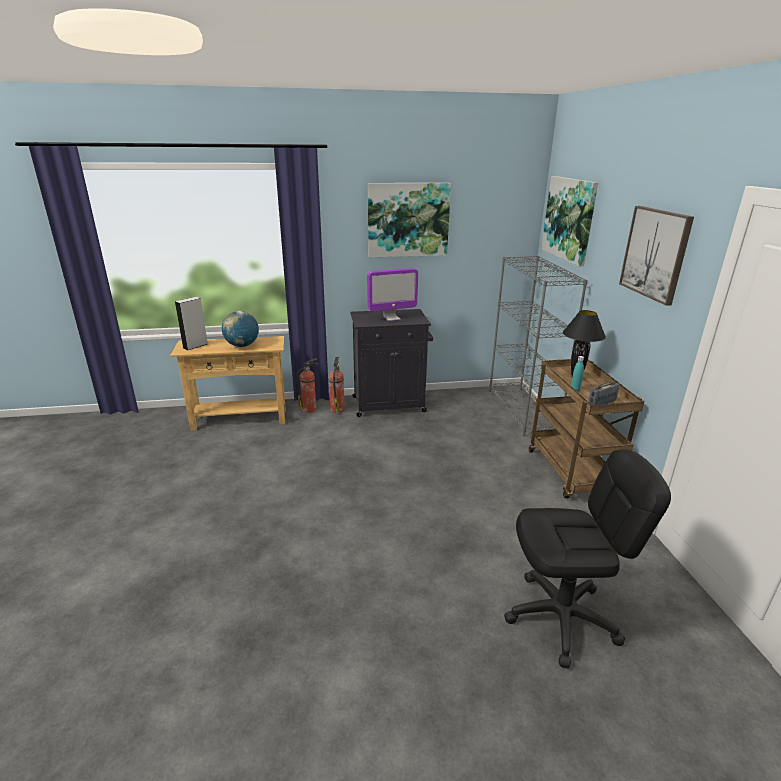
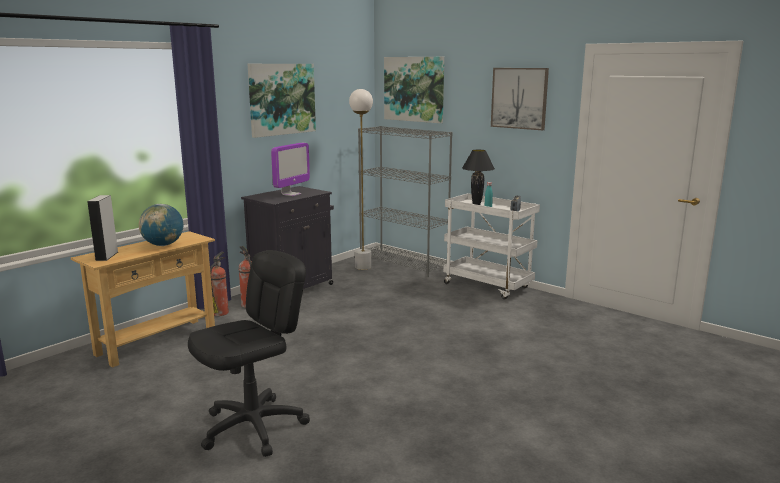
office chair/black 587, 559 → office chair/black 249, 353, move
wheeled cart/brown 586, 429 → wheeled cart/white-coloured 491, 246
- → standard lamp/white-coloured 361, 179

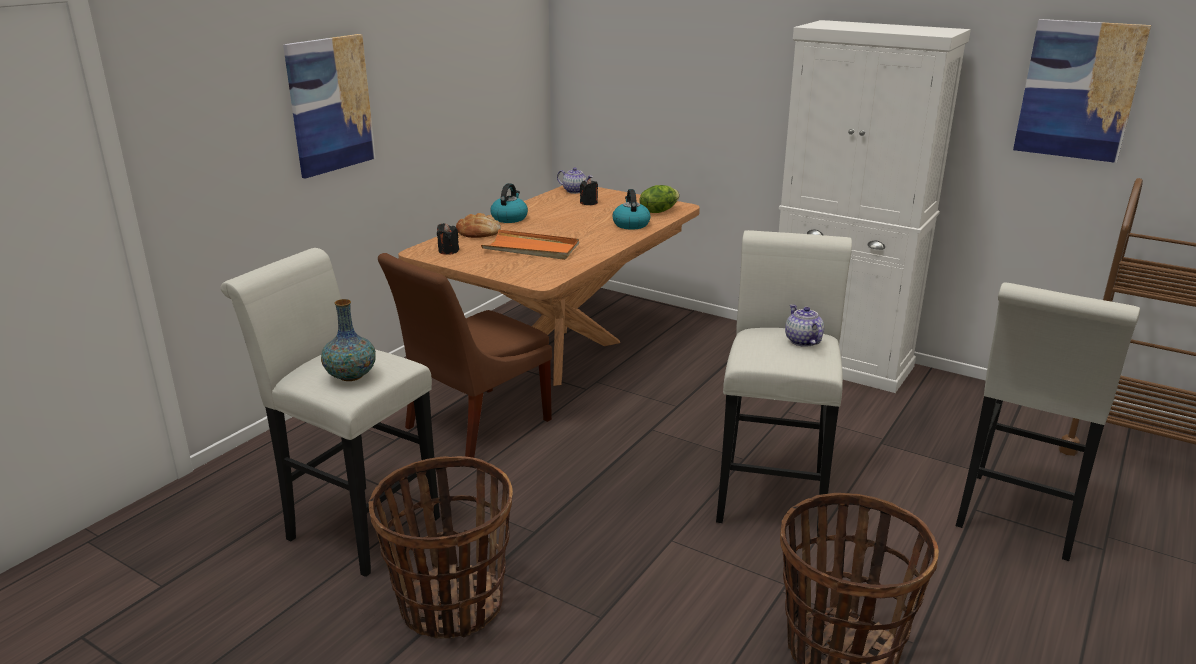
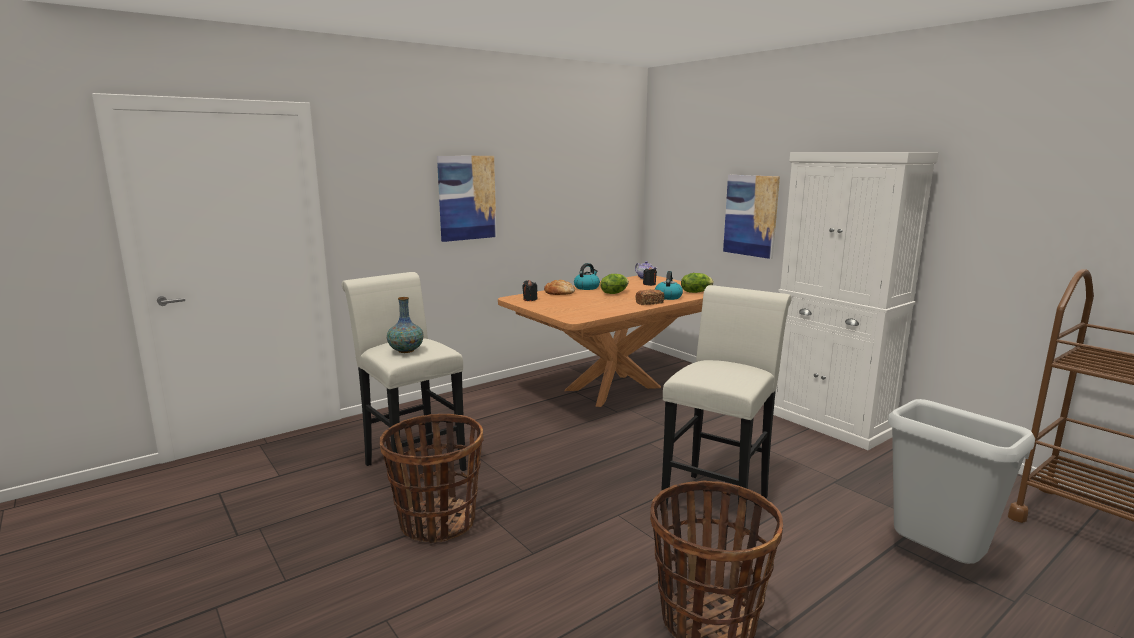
plain chair/brown 465, 355 → -
tray/orangey 530, 244 → -
teapot 804, 326 → -
stool/white-coloured 1048, 422 → waste bin/greyish 961, 481
wall picture 1082, 91 → wall picture 751, 217, move
- → head of lettuce 614, 284
- → baked bread 649, 297

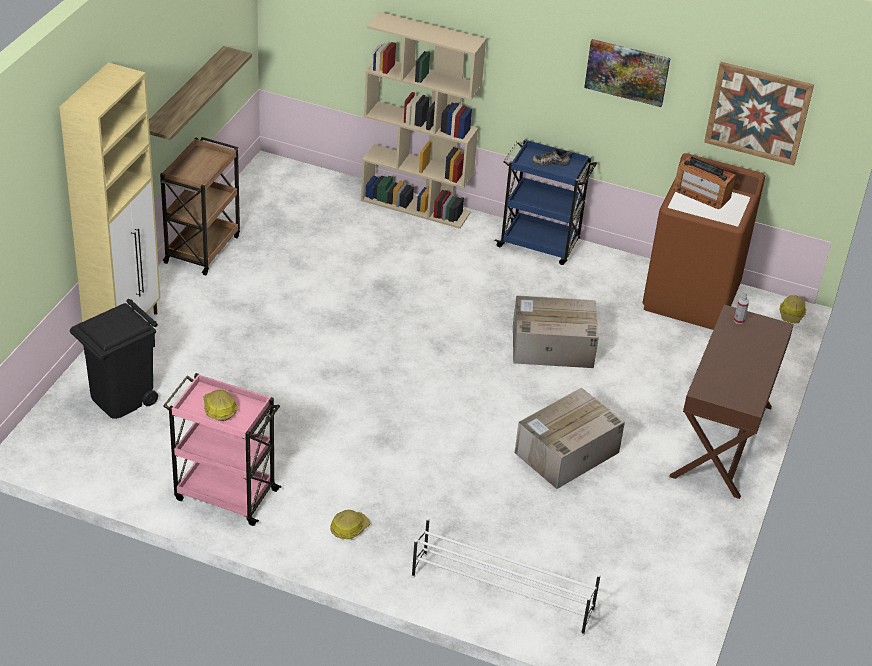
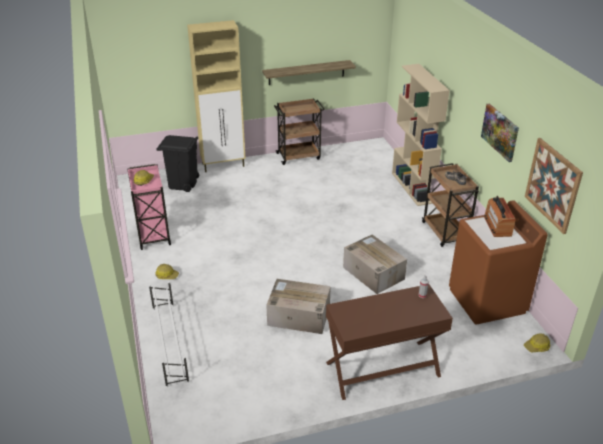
wheeled cart/blue 546, 202 → wheeled cart/brown 450, 205

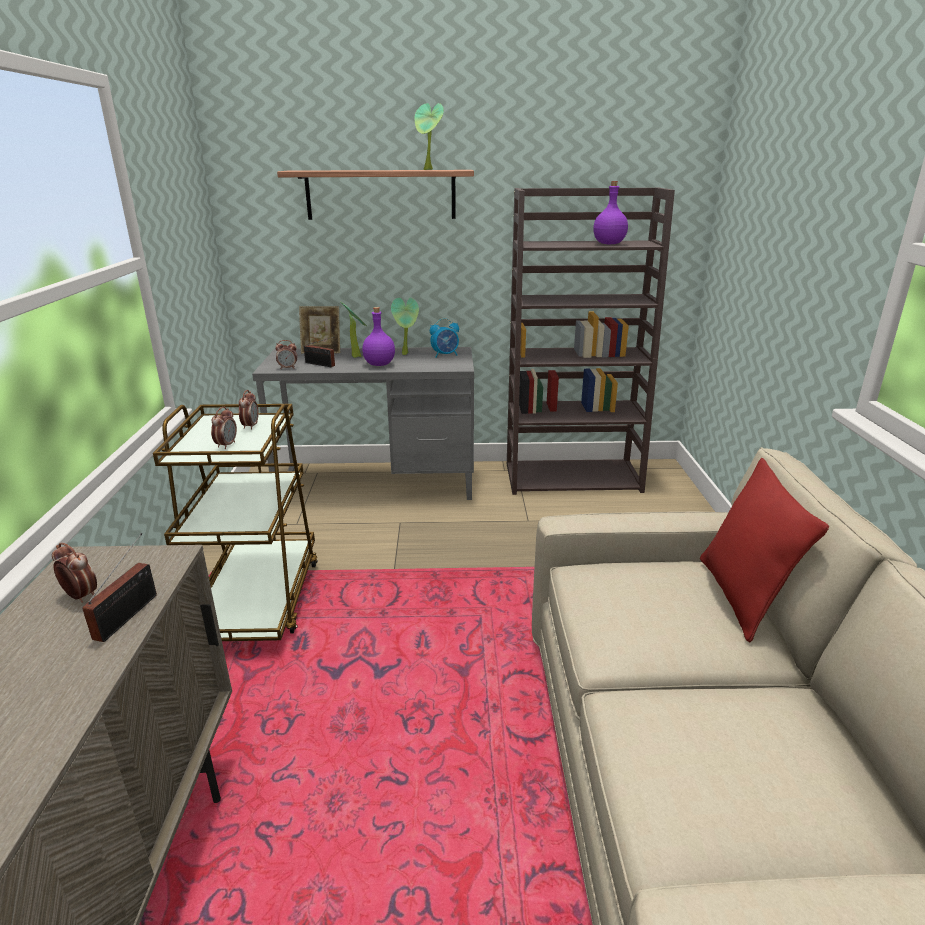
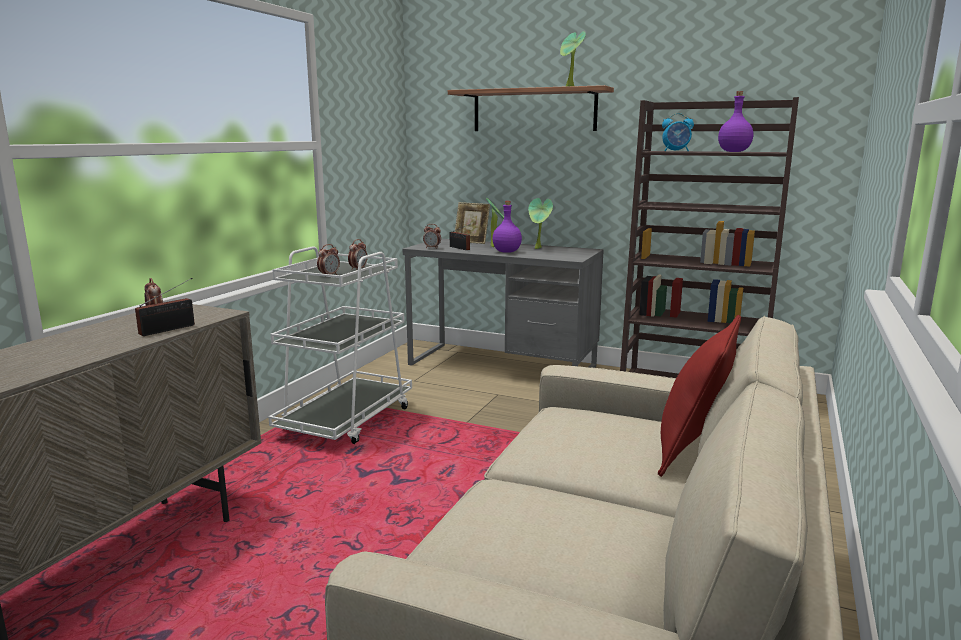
wheeled cart/brown 235, 522 → wheeled cart/white-coloured 340, 345
bedside clock 444, 337 → bedside clock 678, 132, move

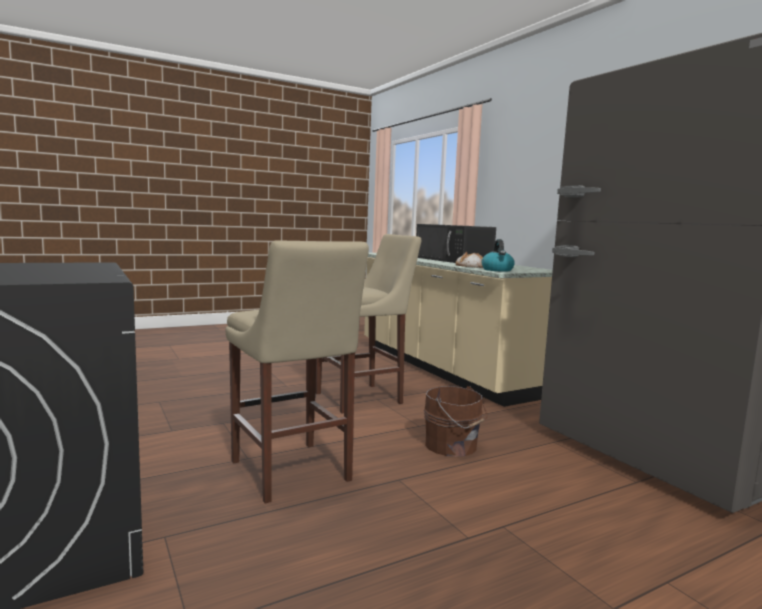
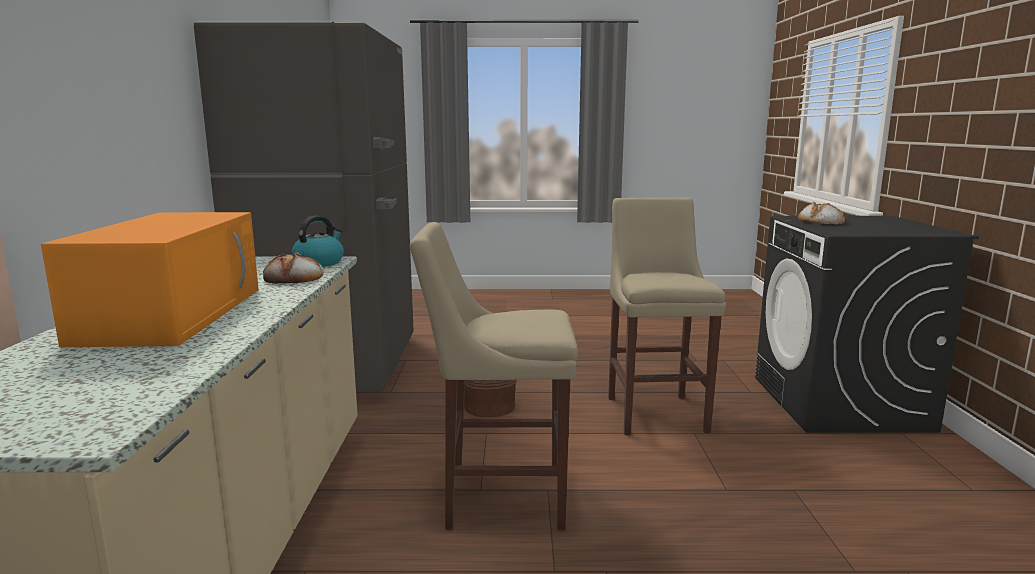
kitchen microwave/black 456, 243 → kitchen microwave/orangey 150, 279
- → baked bread 821, 213

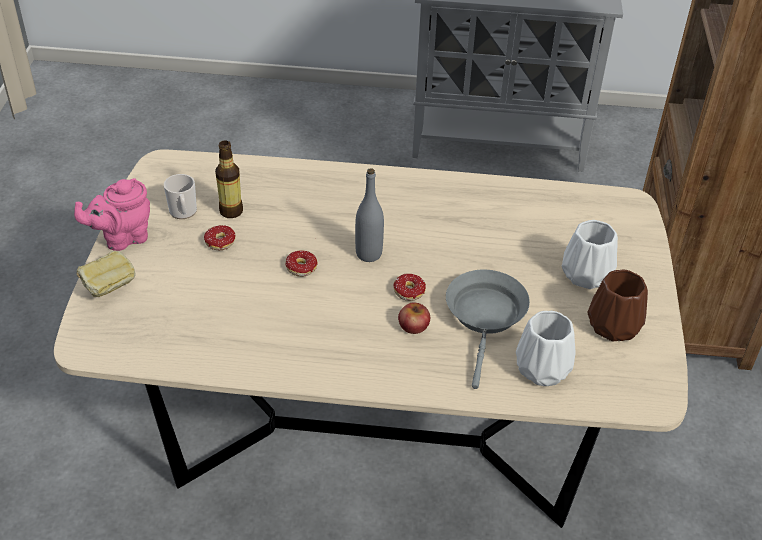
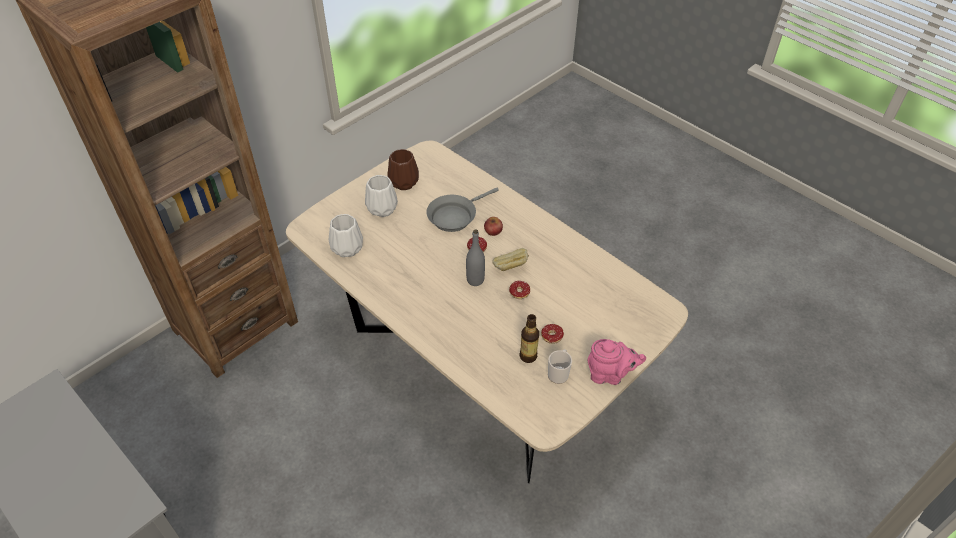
baked bread 106, 274 → baked bread 511, 259, move
decorative vase/white-coloured 546, 348 → decorative vase/white-coloured 346, 235, move

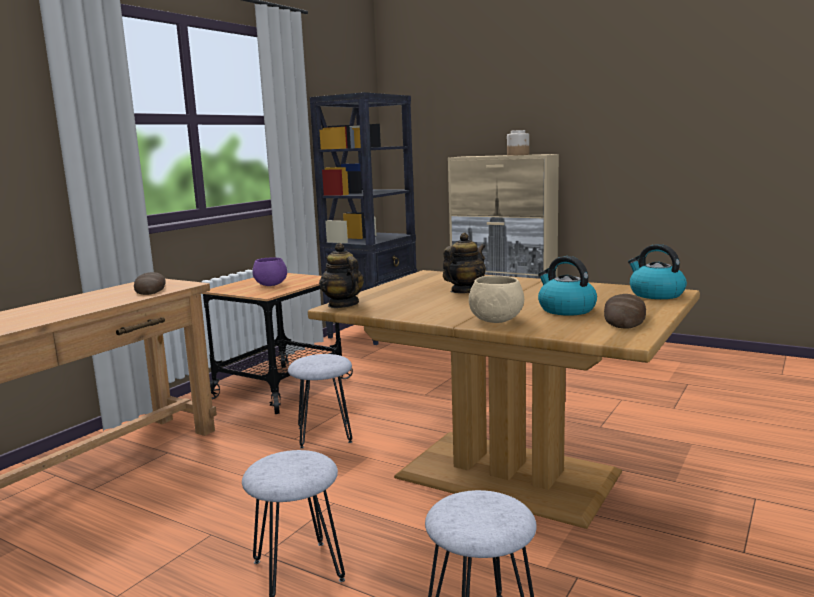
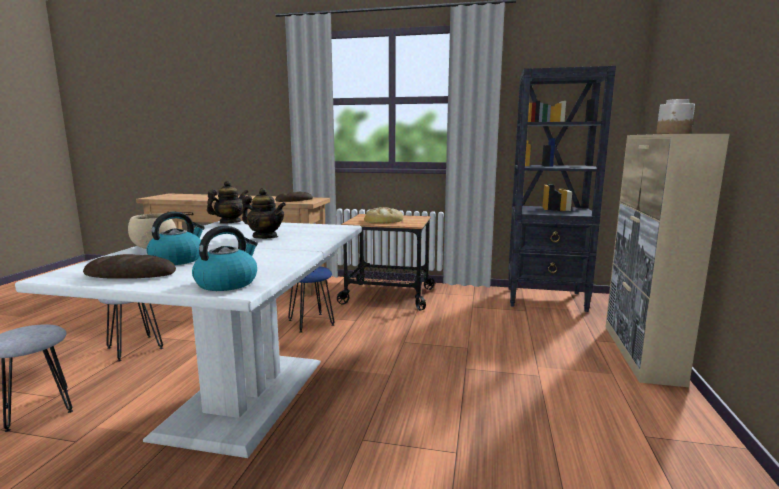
bowl/purple-coloured 270, 271 → baked bread 383, 215
stool/greyish 320, 401 → stool/blue 311, 299
kitchen table/brown 504, 399 → kitchen table/white-coloured 188, 339

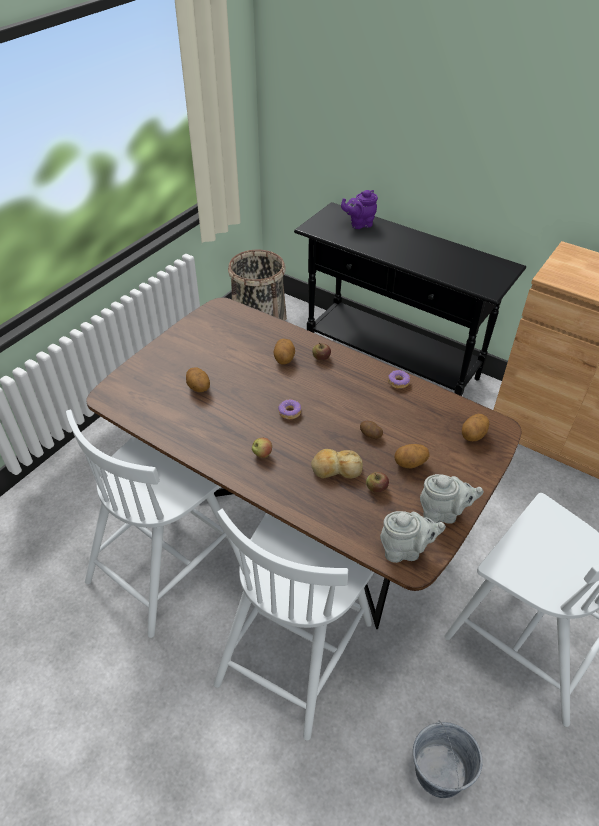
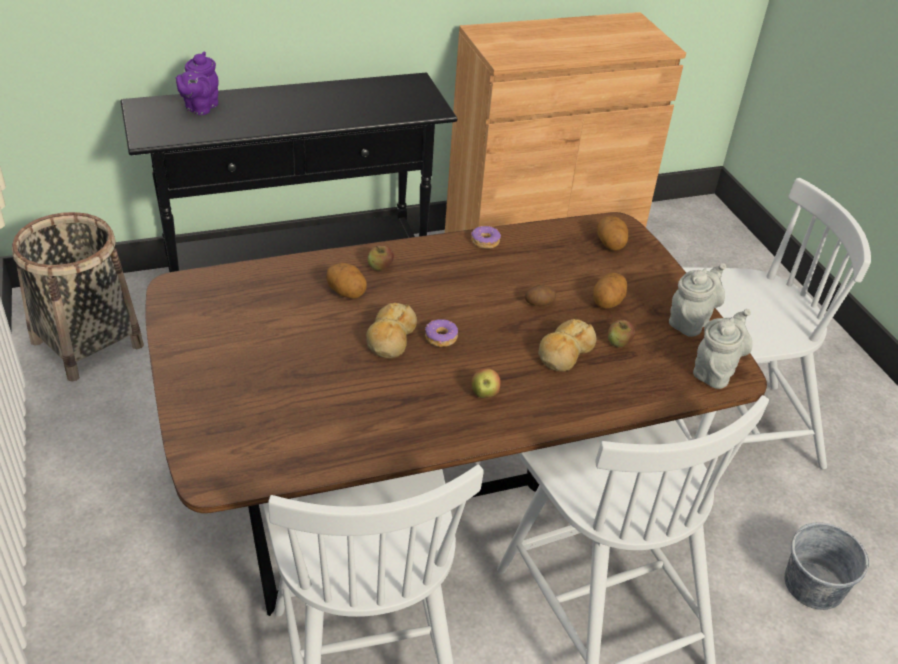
spud 198, 379 → -
- → baked bread 391, 330

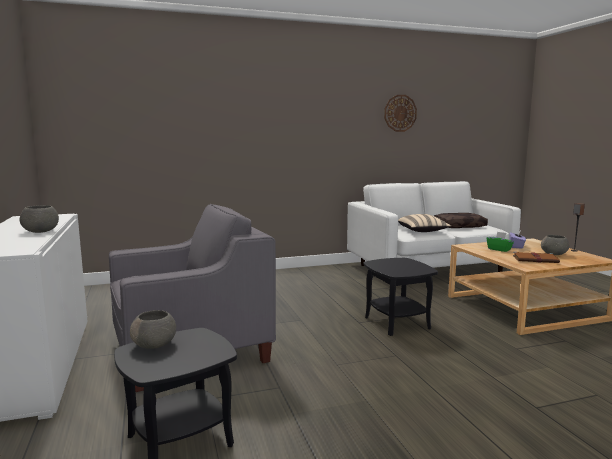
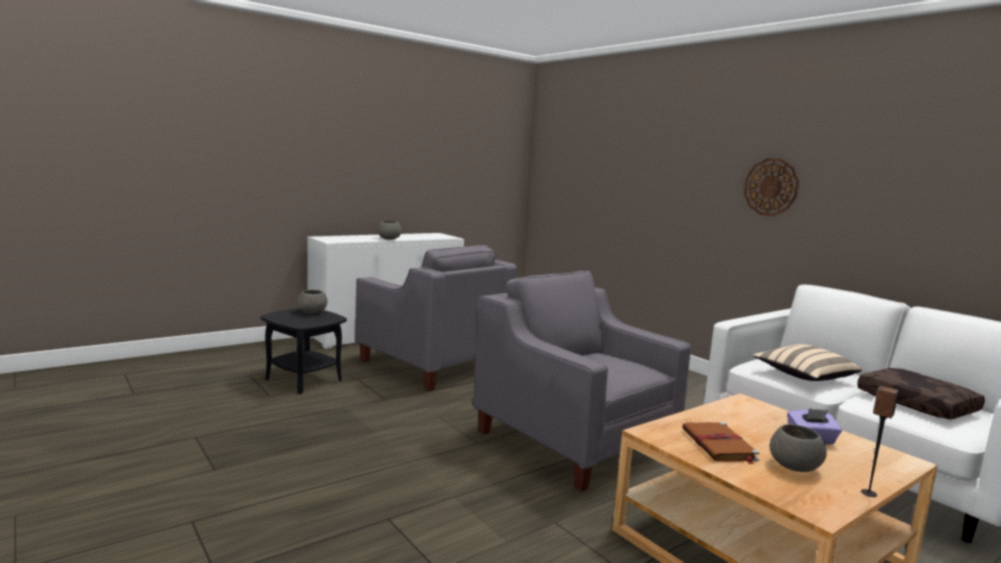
end table/black 401, 297 → easy chair/greyish 582, 381
clock on the wall 400, 113 → clock on the wall 771, 187, move
box of tissues/green 500, 242 → -

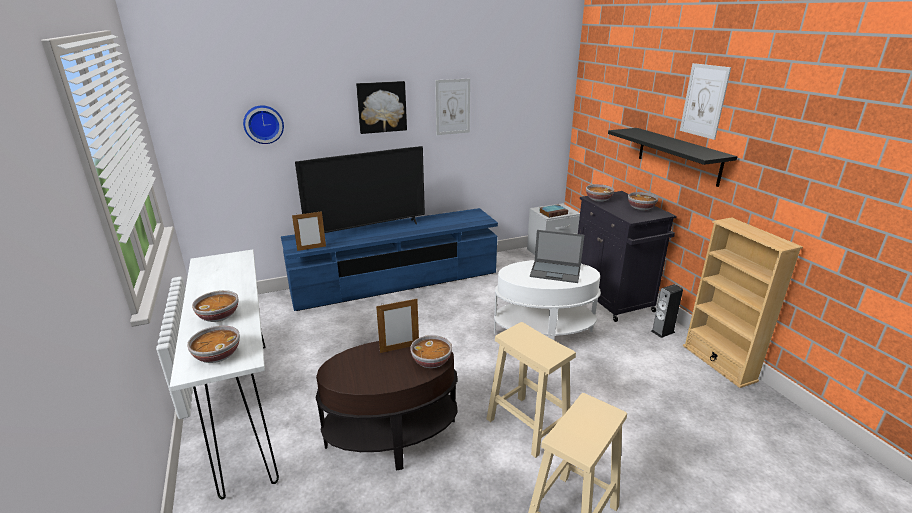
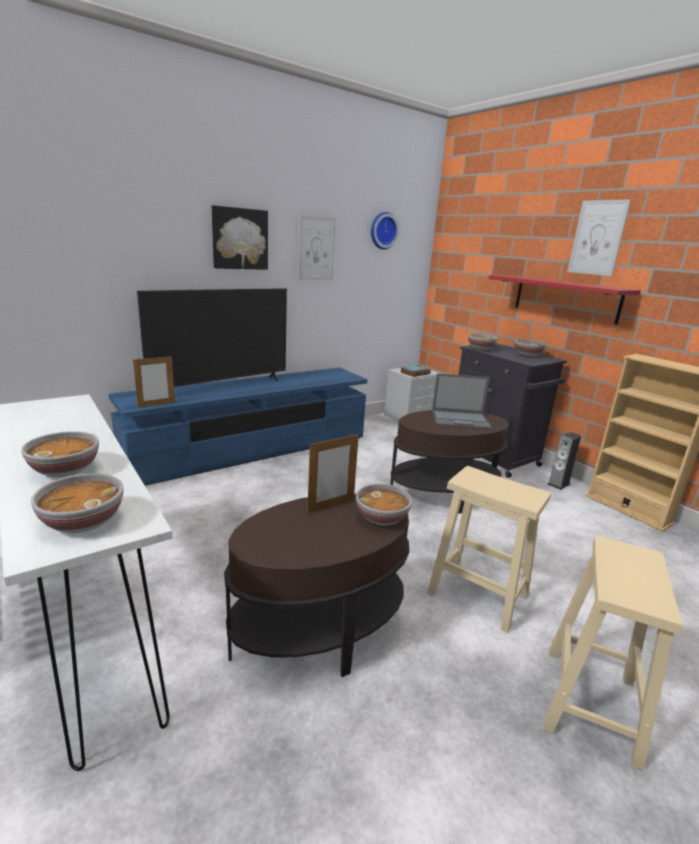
clock on the wall 263, 124 → clock on the wall 385, 231, move
end table/white-coloured 547, 300 → end table/brown 449, 462
bracket shelf/black 672, 157 → bracket shelf/red 565, 300

